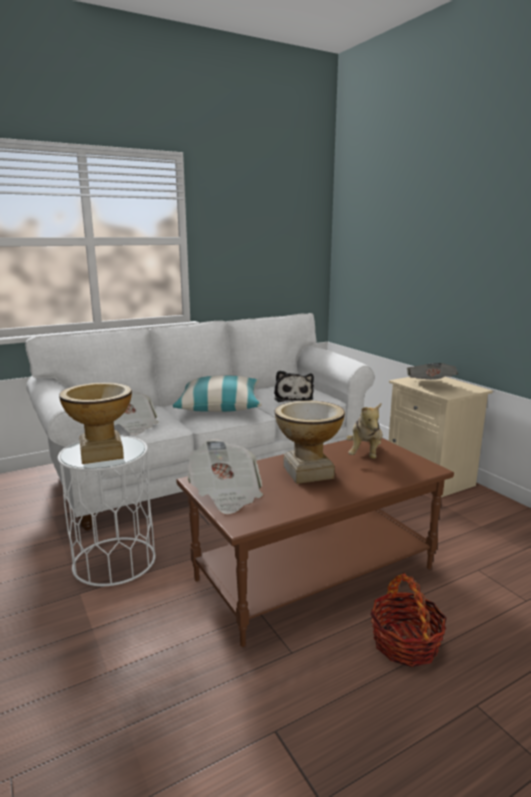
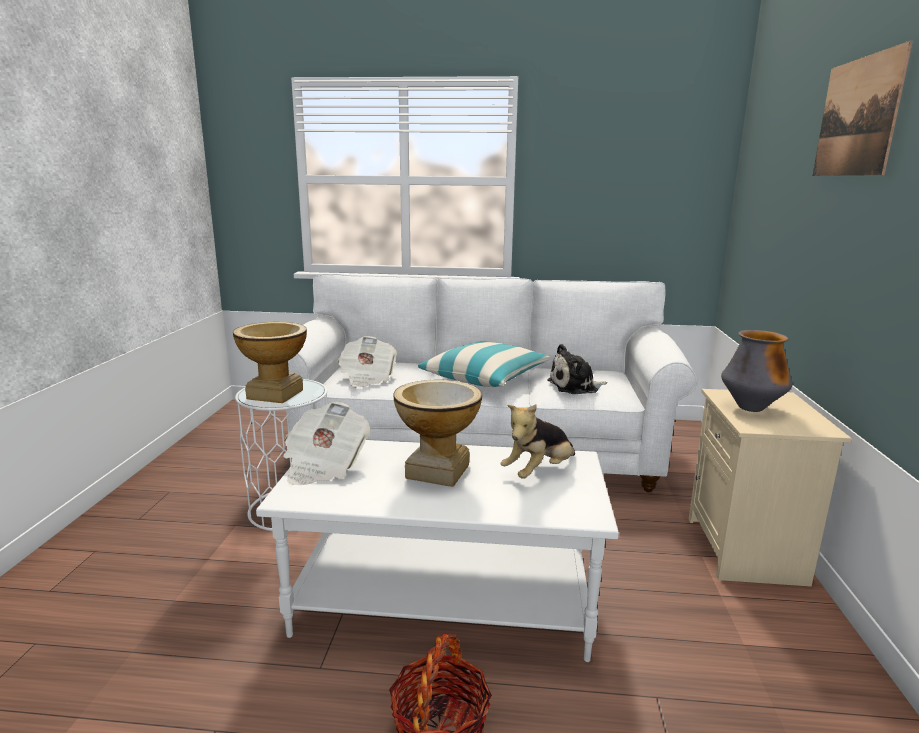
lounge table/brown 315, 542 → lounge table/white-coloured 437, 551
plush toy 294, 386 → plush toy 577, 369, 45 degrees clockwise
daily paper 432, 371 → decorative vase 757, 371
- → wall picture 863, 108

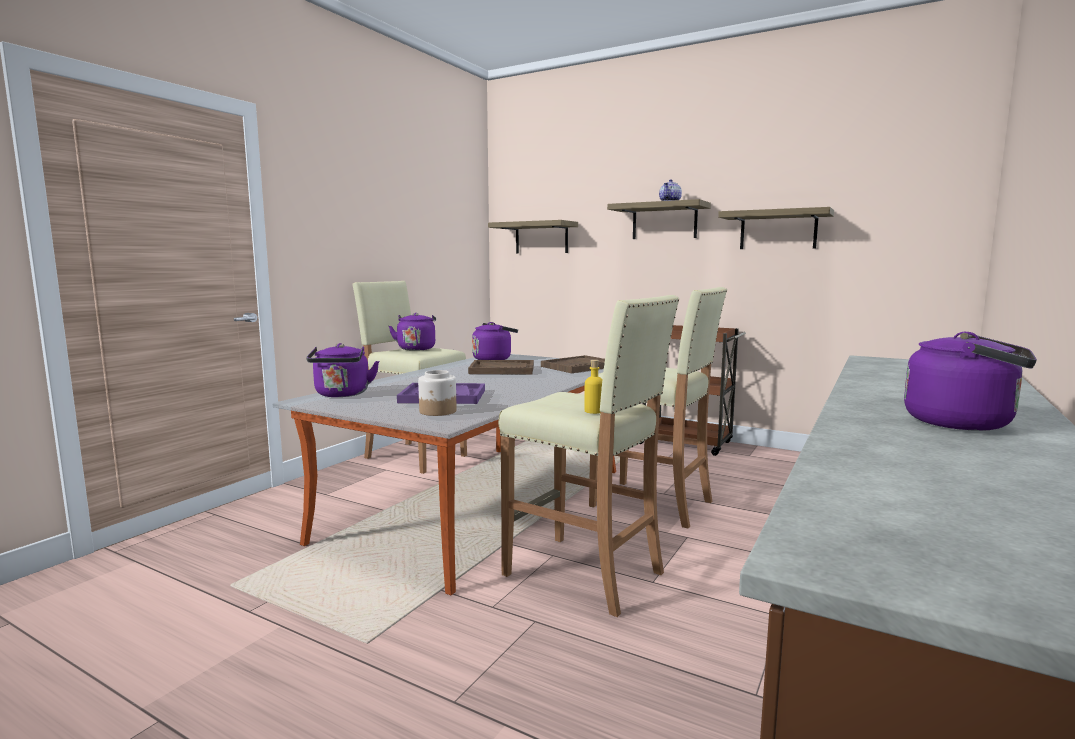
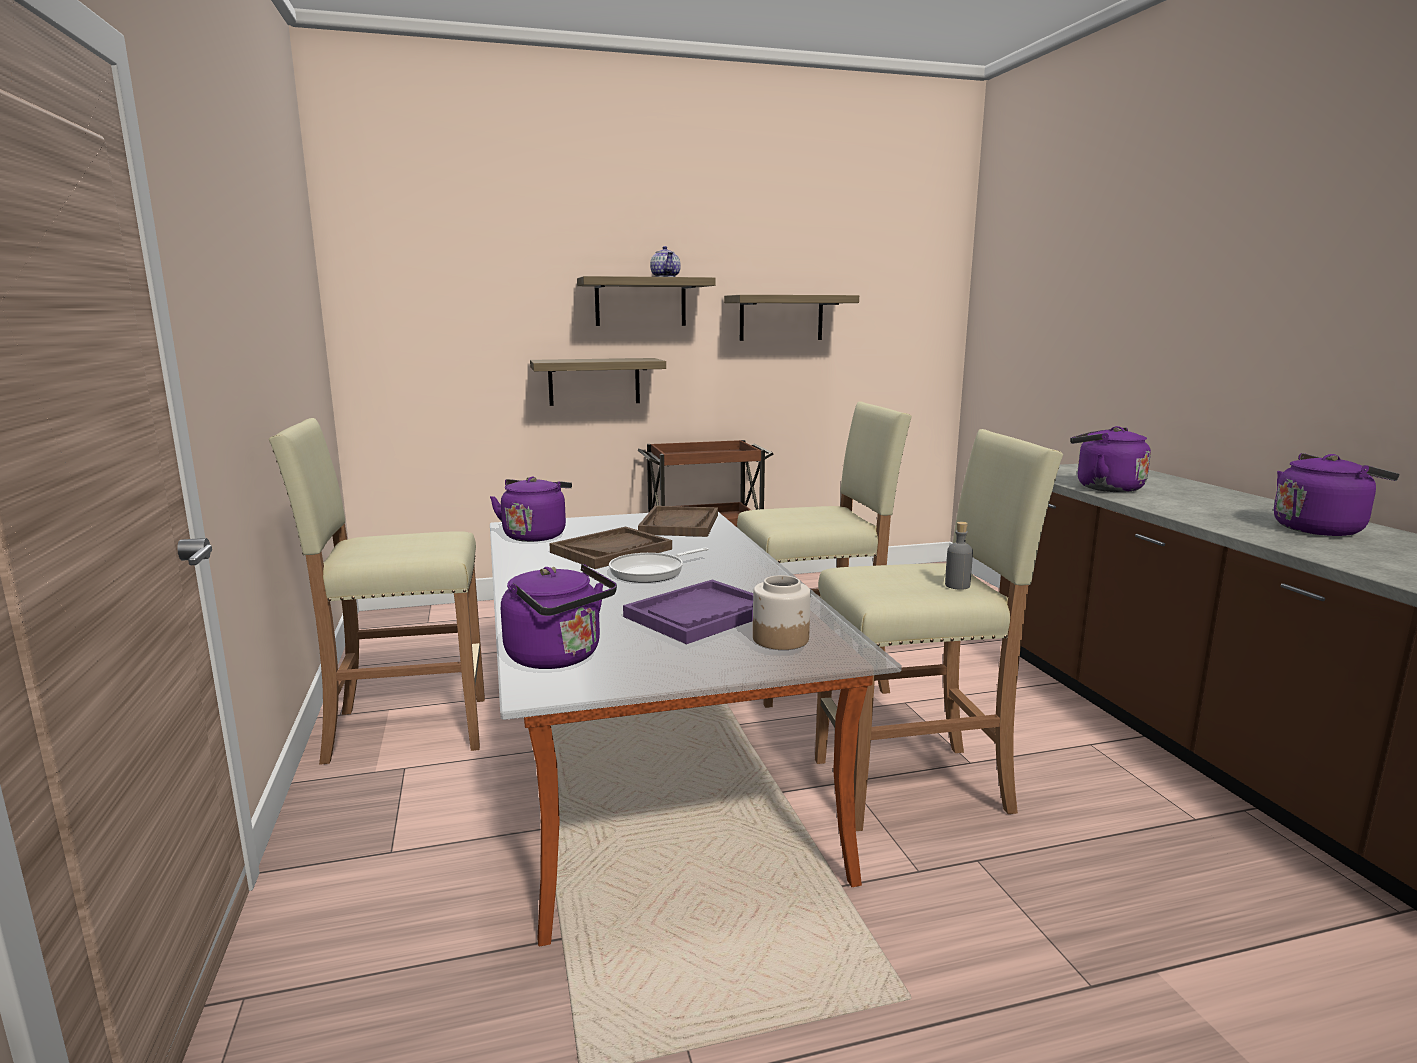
kettle/purple-coloured 412, 332 → kettle/purple-coloured 1110, 459, move
bracket shelf 533, 236 → bracket shelf 598, 382, move
beverage bottle/yellowish 593, 387 → beverage bottle/greyish 959, 556
- → skillet 659, 565

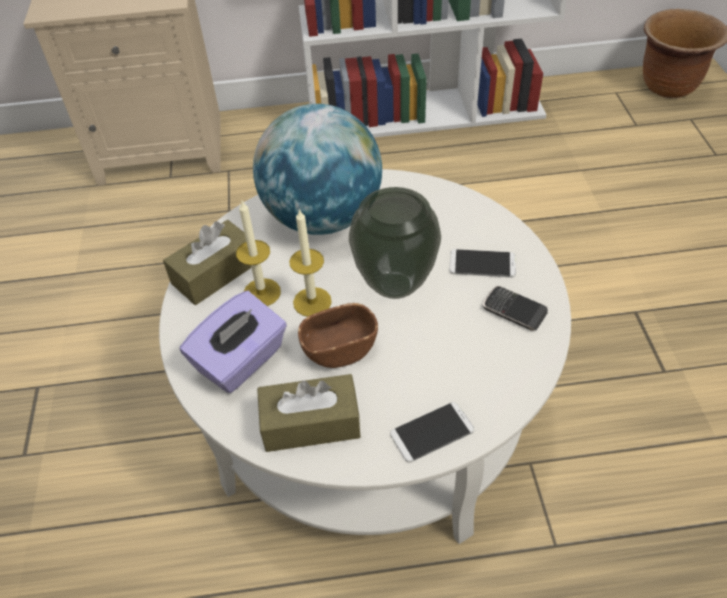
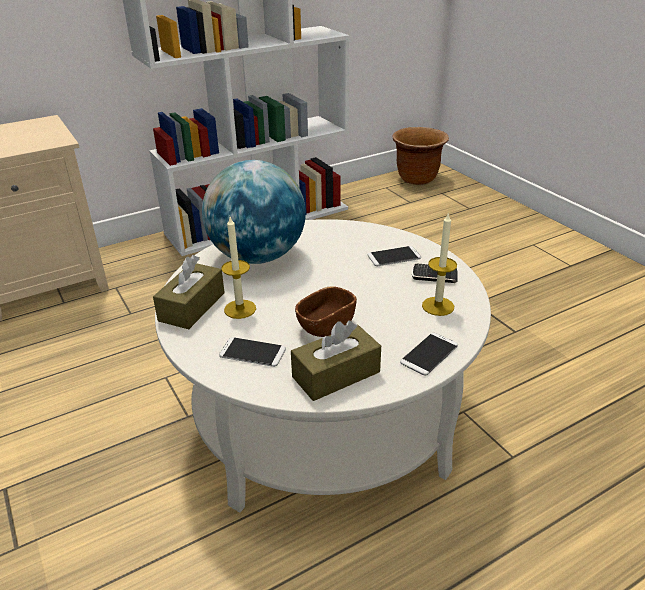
box of tissues/purple-coloured 233, 342 → handset 252, 352
wax light 310, 262 → wax light 439, 264, move
decorative vase 395, 243 → -

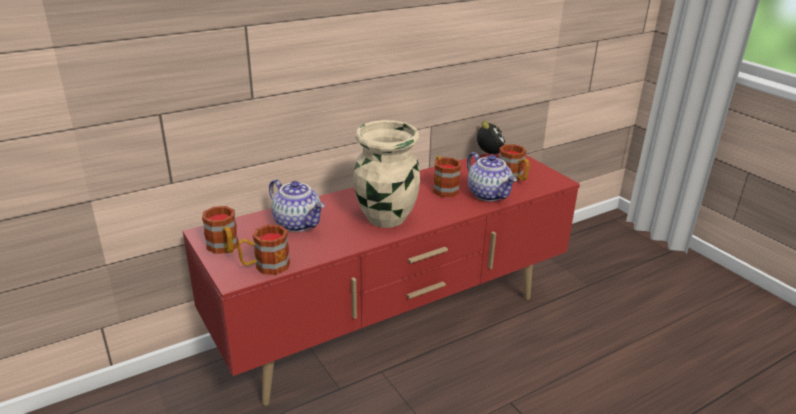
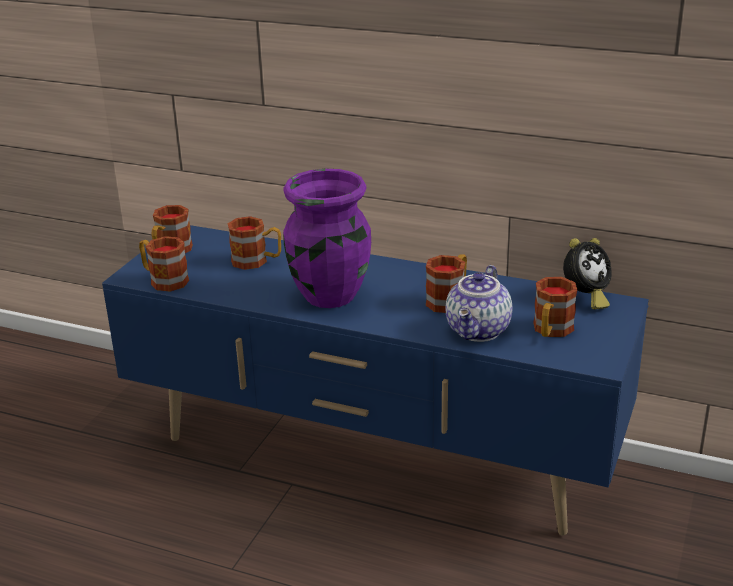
media console/red 381, 279 → media console/blue 375, 380
teapot 297, 205 → mug 254, 243
decorative vase/beige 386, 174 → decorative vase/purple-coloured 327, 238

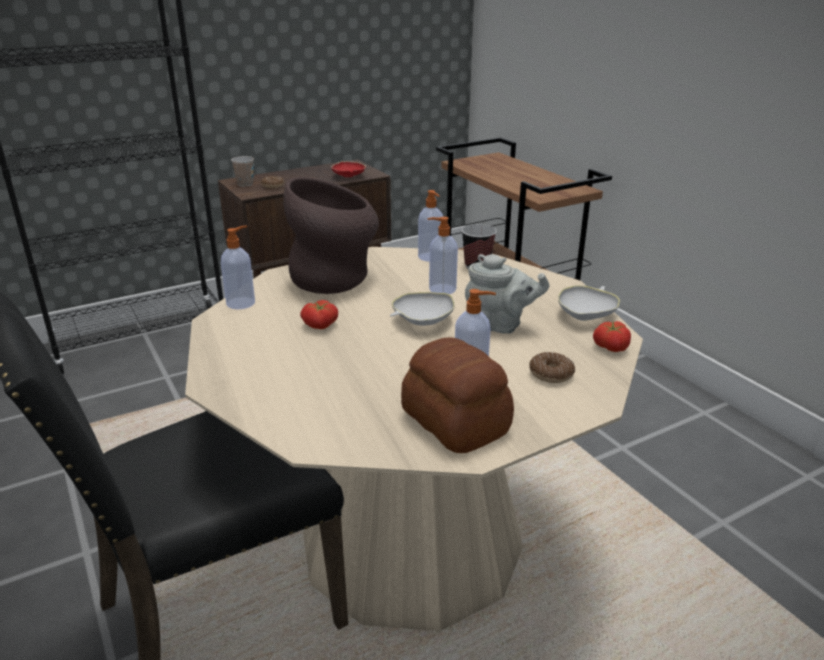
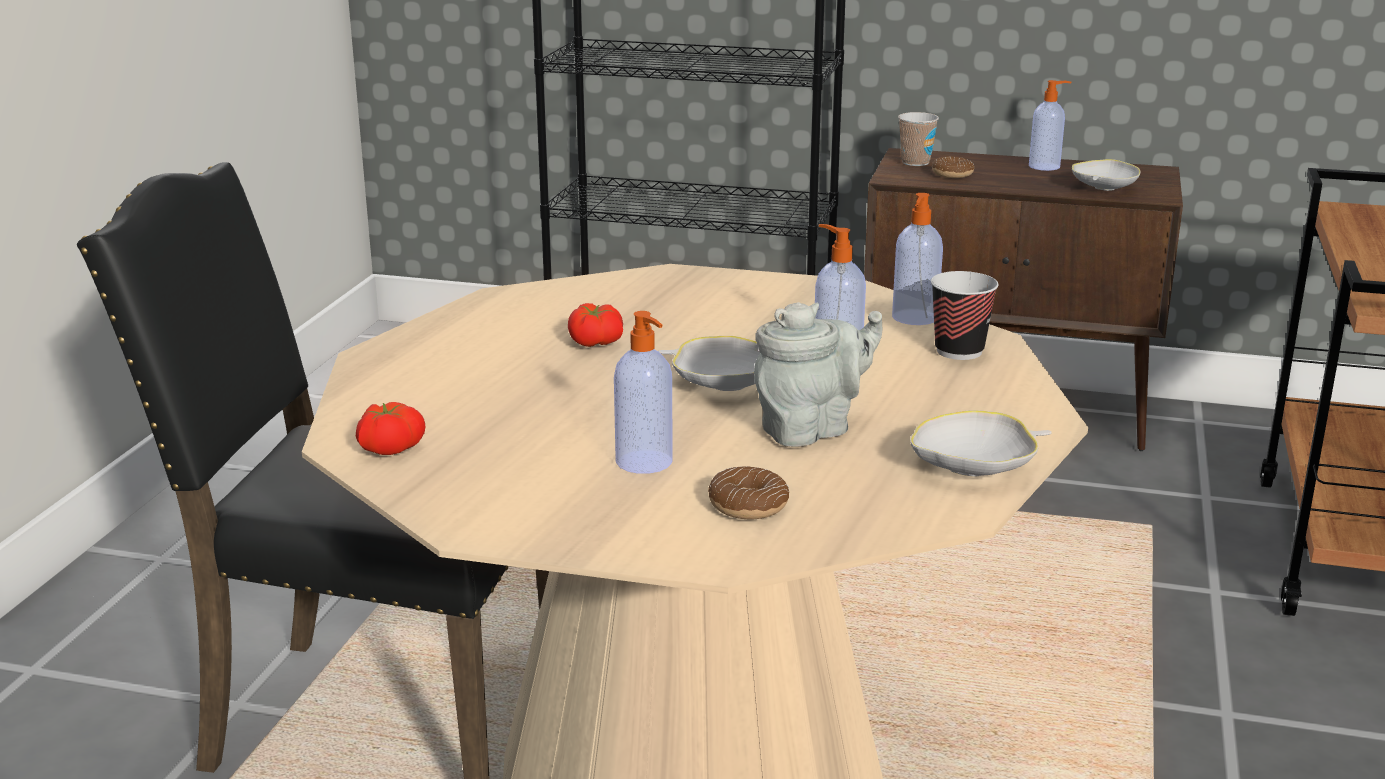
soap bottle 238, 267 → soap bottle 1050, 125, move
decorative vase/brown 331, 235 → -
bowl/red 348, 169 → bowl/white-coloured 1106, 175
baked bread 457, 395 → -
teapot/greyish 507, 294 → teapot/greyish 818, 374, 90 degrees counterclockwise
whole tomato 612, 336 → whole tomato 390, 428, move

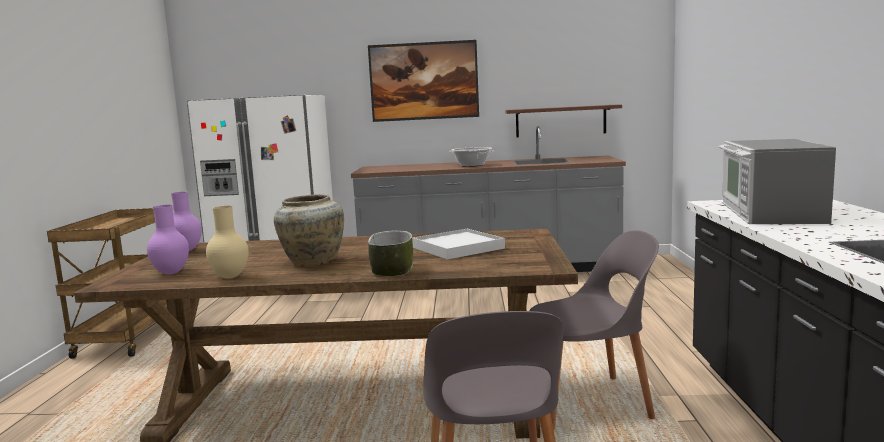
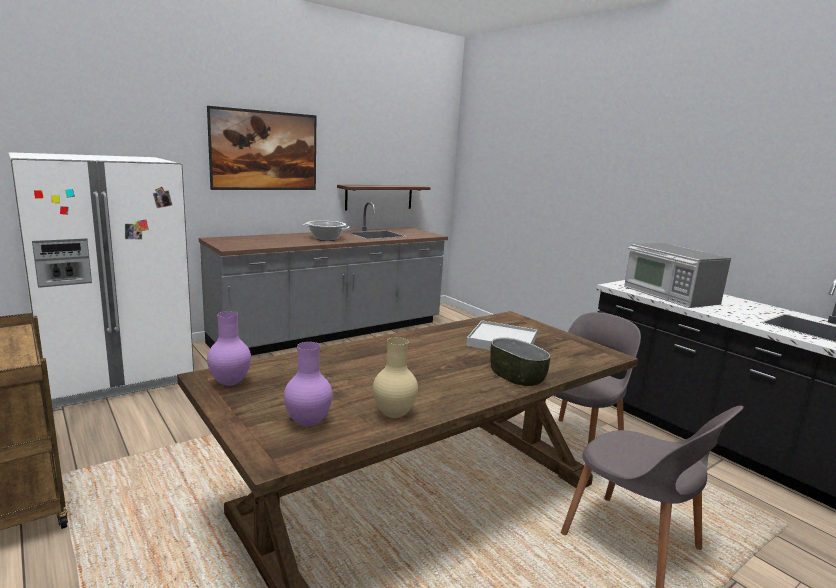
decorative vase/beige 309, 230 → -

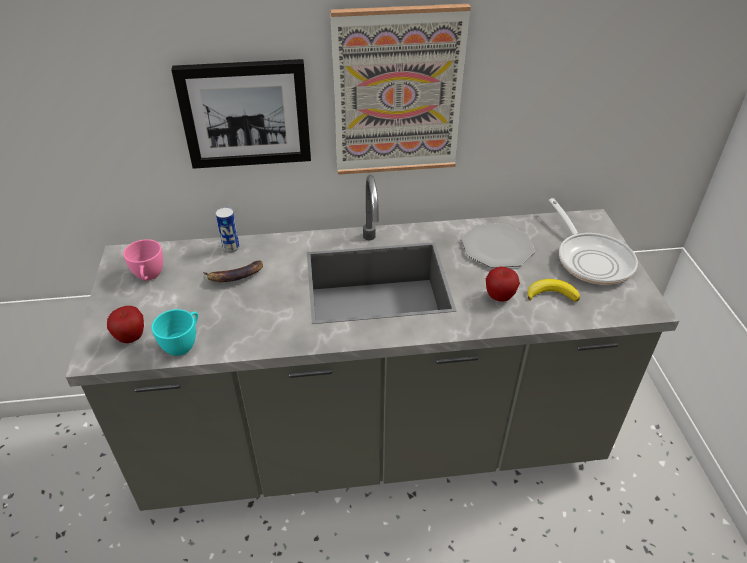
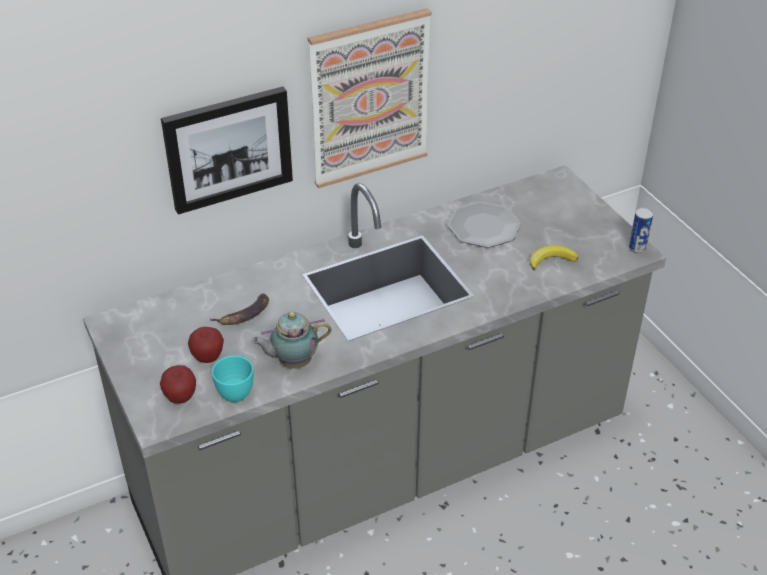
small cup/pink 143, 259 → -
metal can 227, 230 → metal can 641, 231, move
whole apple 503, 284 → whole apple 206, 345, move
skillet 593, 241 → -
- → teapot 291, 340

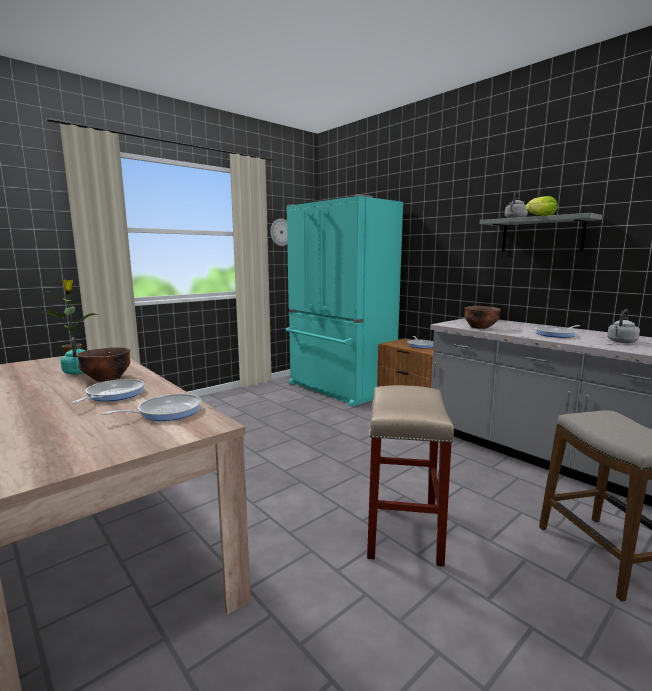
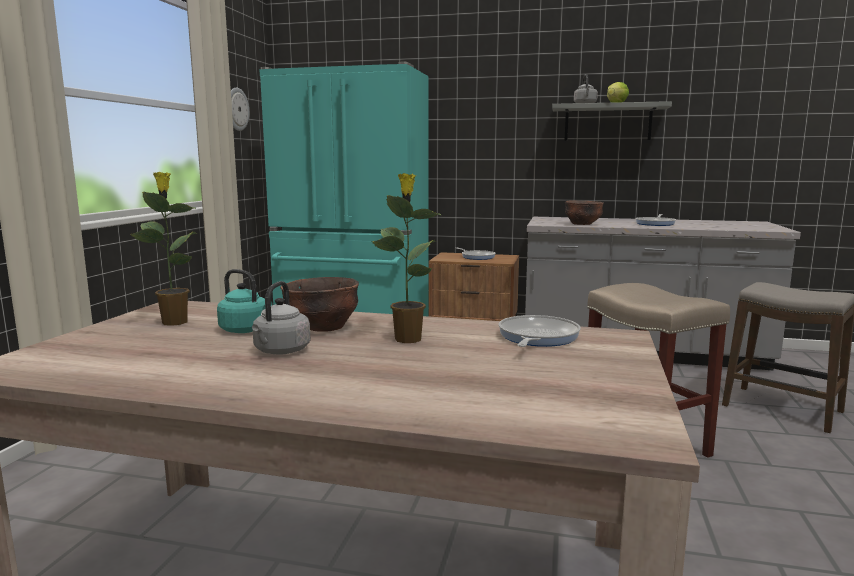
skillet 108, 391 → houseplant 407, 258
kettle/greyish 623, 326 → kettle/greyish 281, 318, move

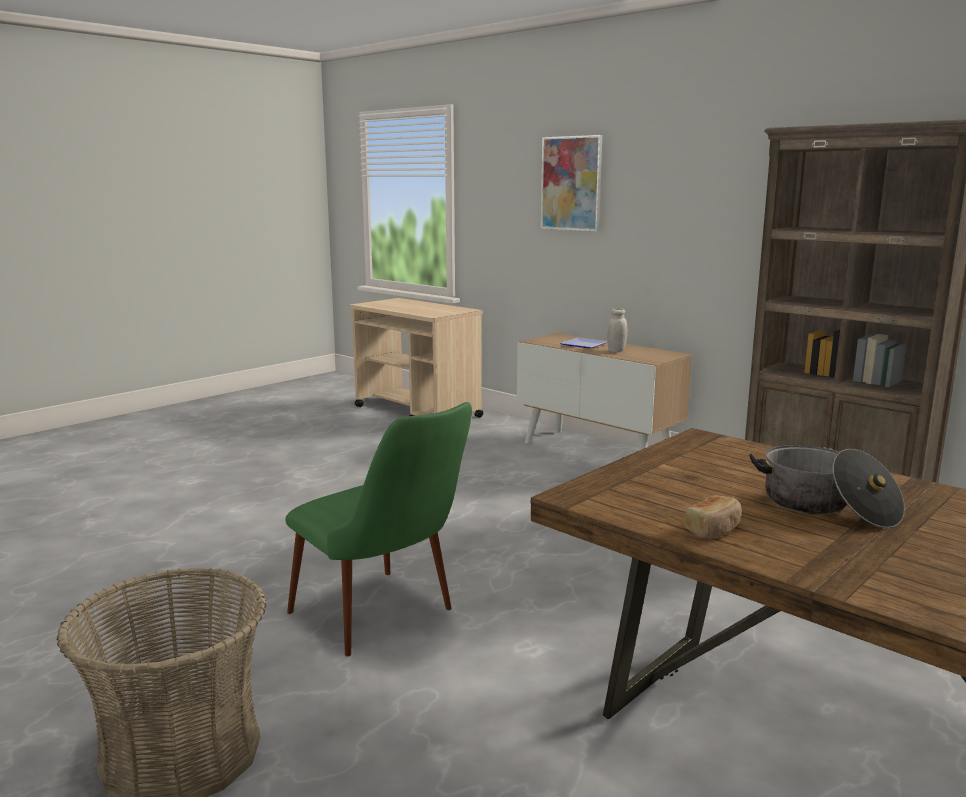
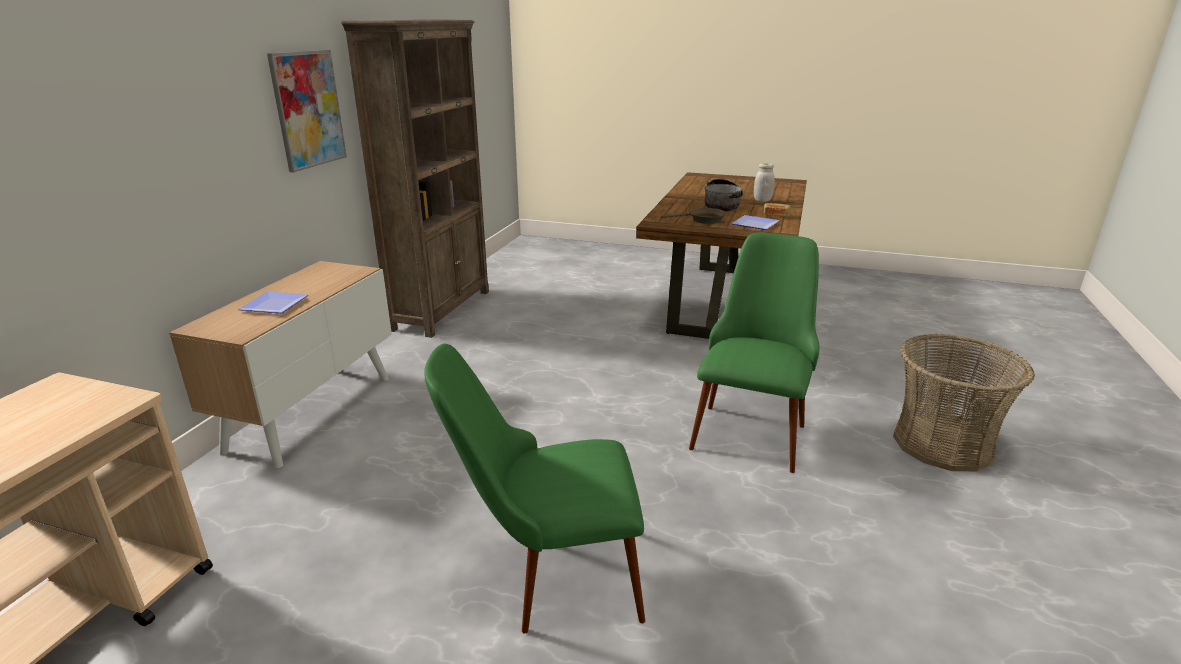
wall picture 571, 183 → wall picture 307, 111, move
preserve jar/white-coloured 617, 330 → preserve jar/white-coloured 764, 182, move
- → plain chair/green 534, 488
- → skillet/brown 693, 216
- → plate 755, 222

